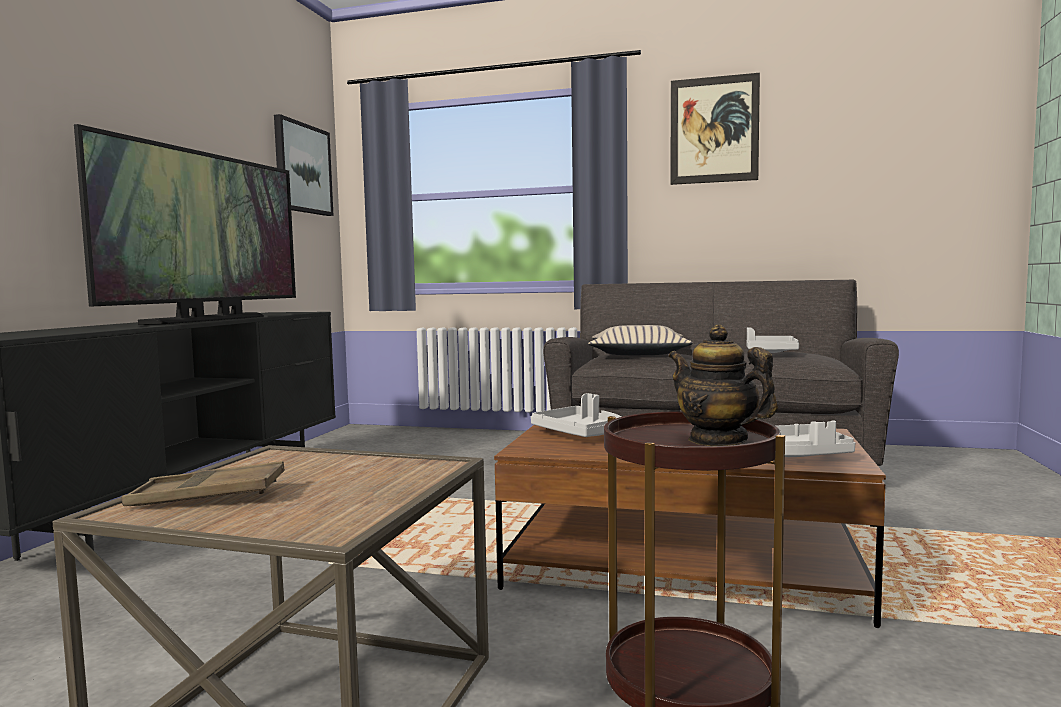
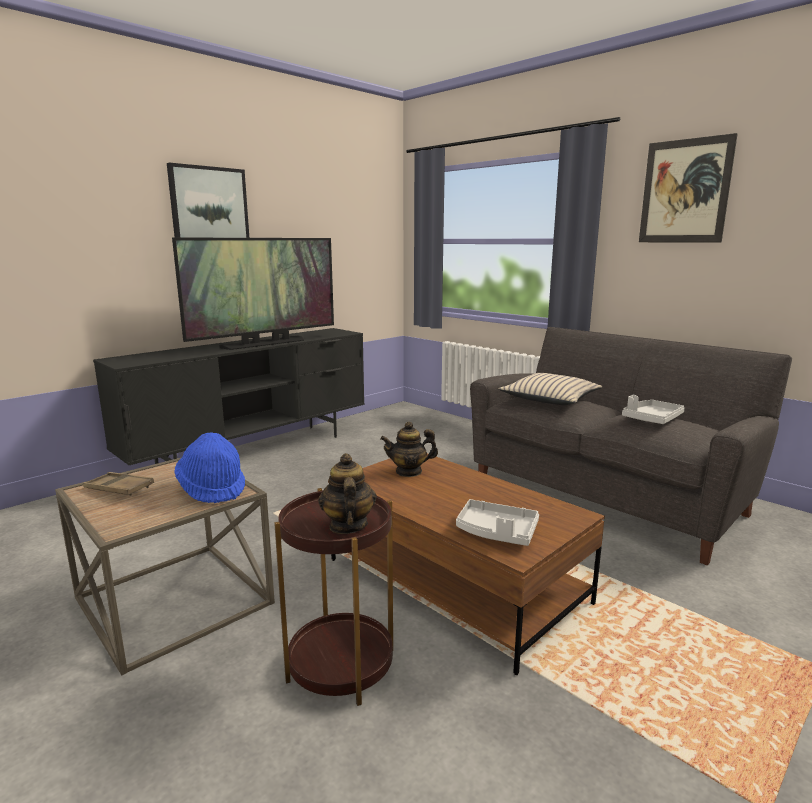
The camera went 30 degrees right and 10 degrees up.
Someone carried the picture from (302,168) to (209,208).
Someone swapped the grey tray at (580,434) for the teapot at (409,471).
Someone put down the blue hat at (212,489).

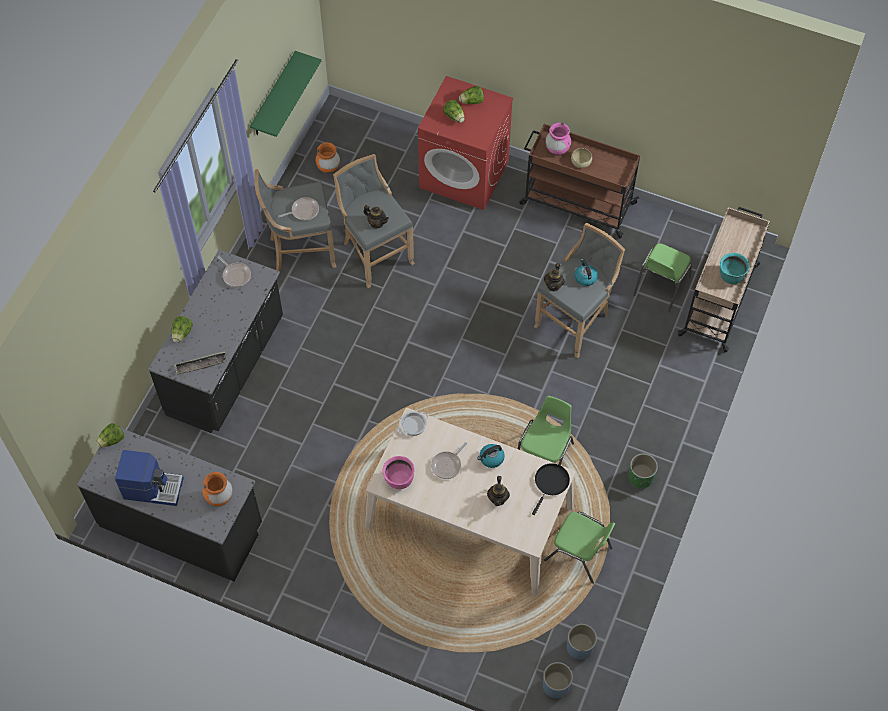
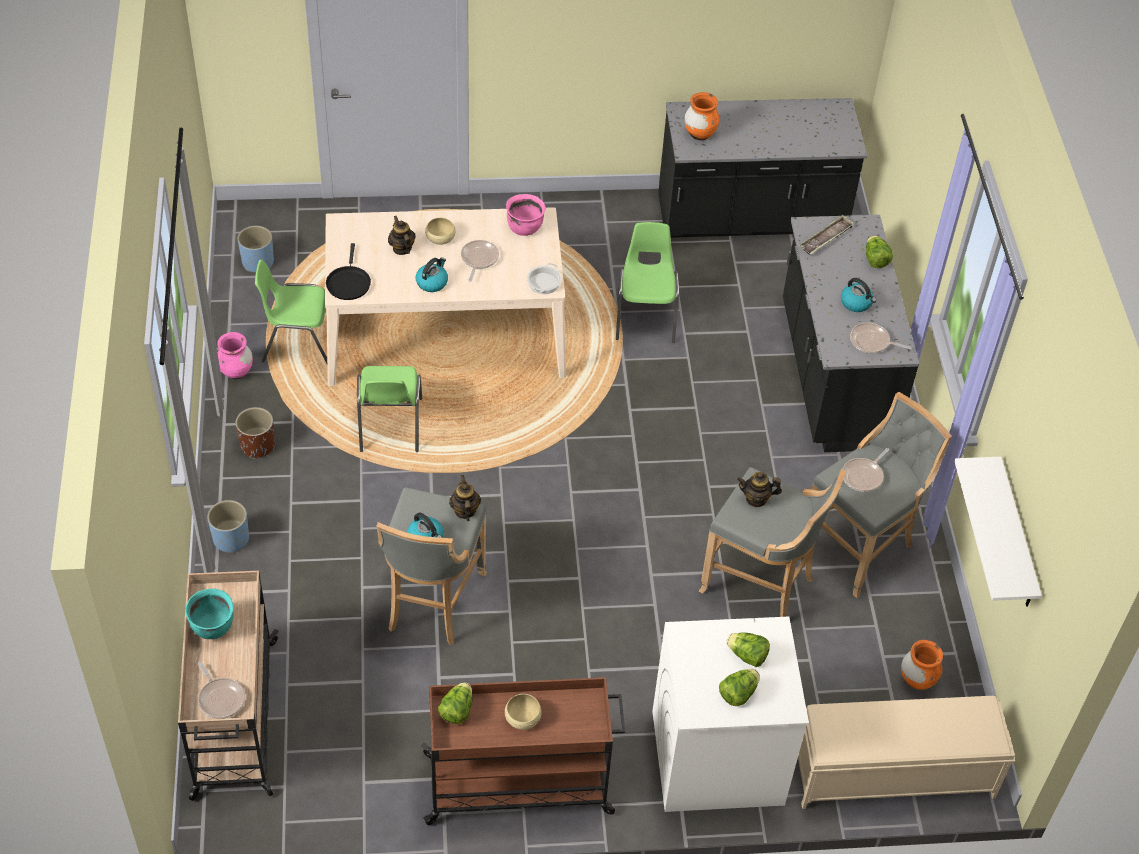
The camera went 150 degrees right and 10 degrees down.
Someone repainted the green shelf at (273,96), which became the white shelf at (1016,536).
Someone repainted the red washing machine at (465,174), which became the white washing machine at (716,758).
Someone carried the pink vase from (557,150) to (236,372).
Someone carried the green chair from (660,286) to (645,316).
Someone carried the lettuce from (112,440) to (457,710).
Someone took away the coffee machine at (153,487).
Someone repainted the green planter at (640,477), which became the brown planter at (257,446).
Someone carried the blue planter from (556,685) to (231,539).
Someone put down the beige bowl at (440,237).
Someone put down the kettle at (856,303).
Someone put down the frying pan at (220,698).
Someone put down the beige bench at (891,774).

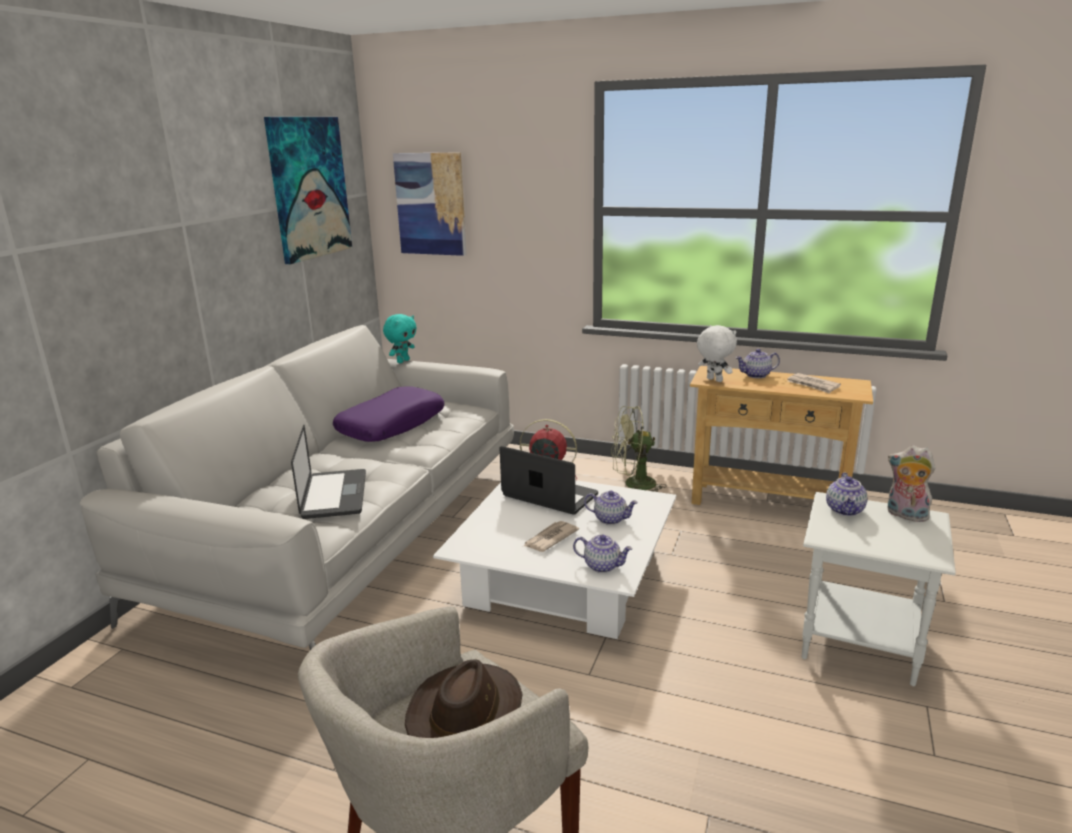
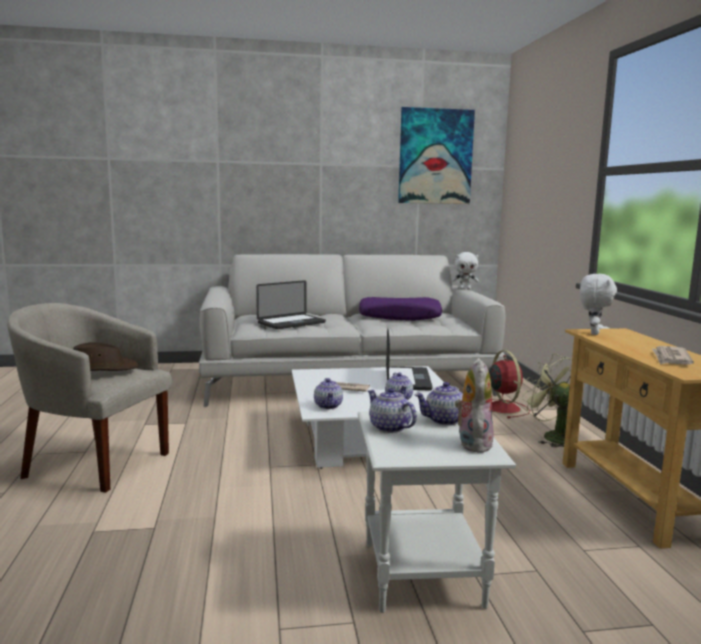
The camera went 60 degrees right and 10 degrees down.
Someone took away the picture at (430,204).
Someone repainted the turquoise plush toy at (402,361), which became the white plush toy at (465,289).
Someone carried the teapot from (756,375) to (389,427).

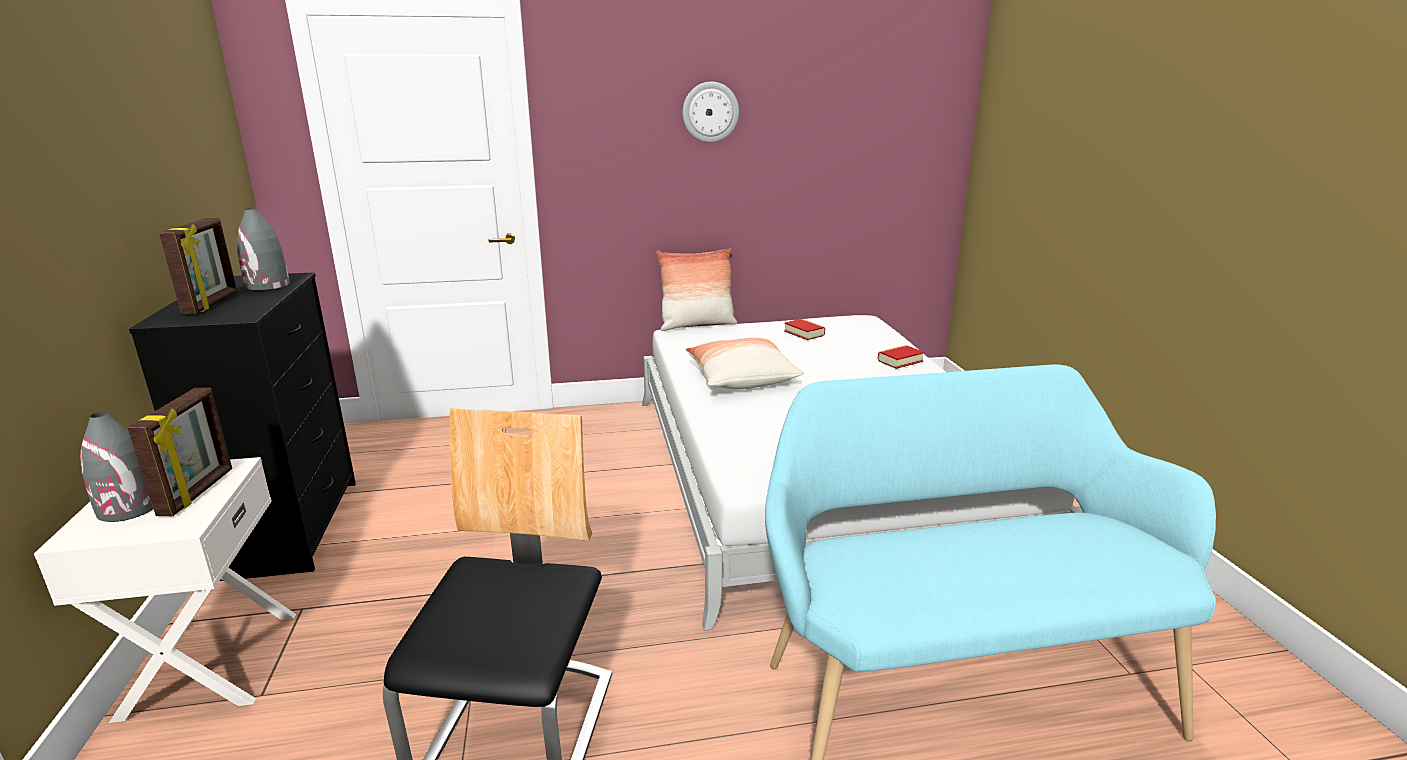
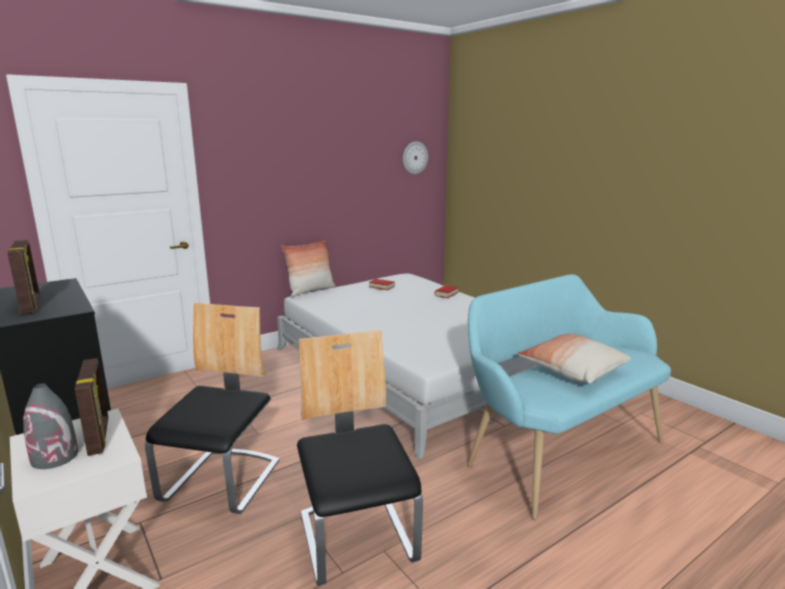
The camera went 25 degrees left and 5 degrees down.
Someone carried the wall clock from (710,112) to (414,157).
Someone took away the grey vase at (267,285).
Someone carried the pillow from (740,379) to (572,371).
Someone put down the chair at (223,481).

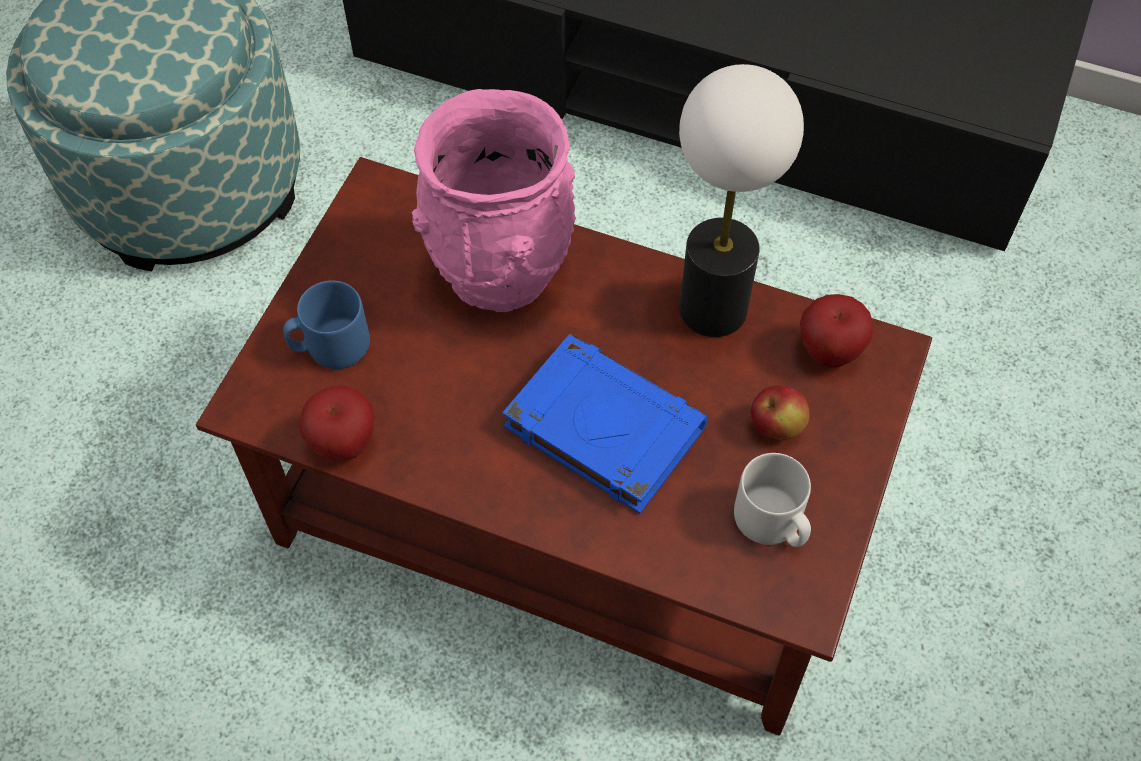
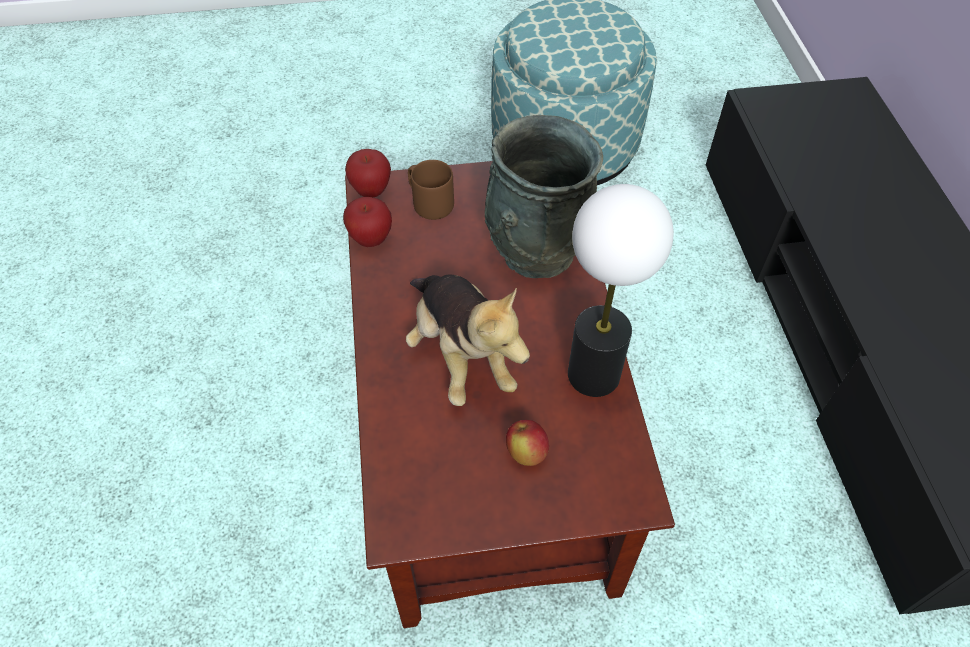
The camera went 60 degrees right and 5 degrees down.
Someone repainted the pink vase at (500,273), which became the grey vase at (535,253).
Someone repainted the blue mug at (330,346), which became the brown mug at (430,203).
Someone carried the apple from (829,352) to (371,191).
Someone swapped the blue book at (602,427) for the plush toy at (460,354).
Someone took away the grey mug at (772,523).

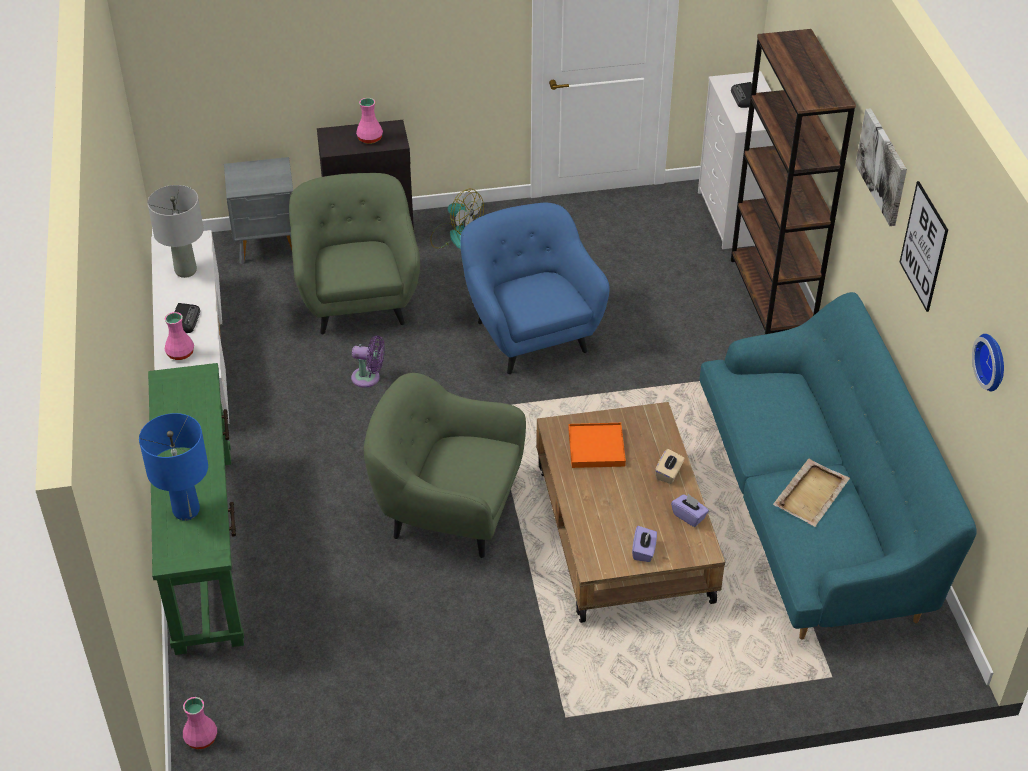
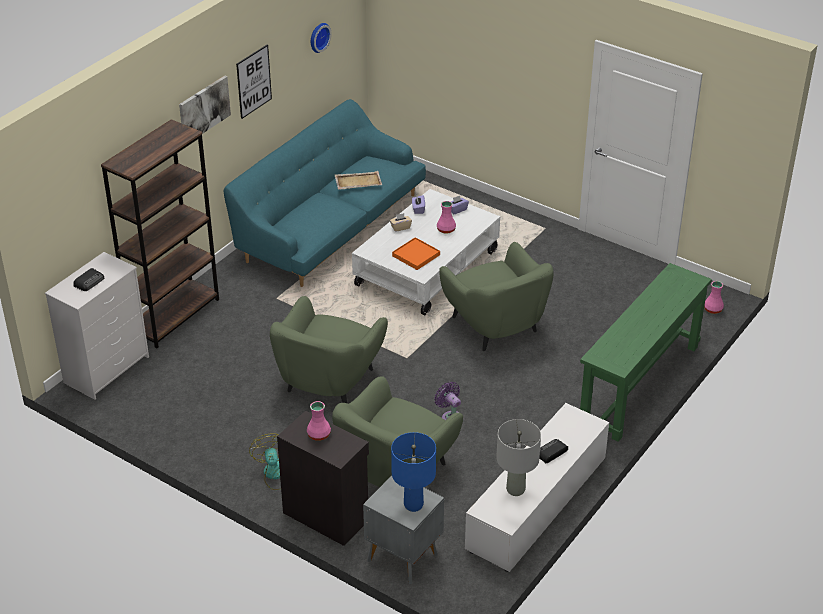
The camera went 135 degrees left and 5 degrees down.
Someone repainted the blue armchair at (530,334), which became the green armchair at (329,382).
Someone carried the pink vase from (179,353) to (446,230).
Someone repainted the brown coffee table at (624,533), which became the white coffee table at (426,268).
Someone carried the blue table lamp from (186,511) to (413,505).

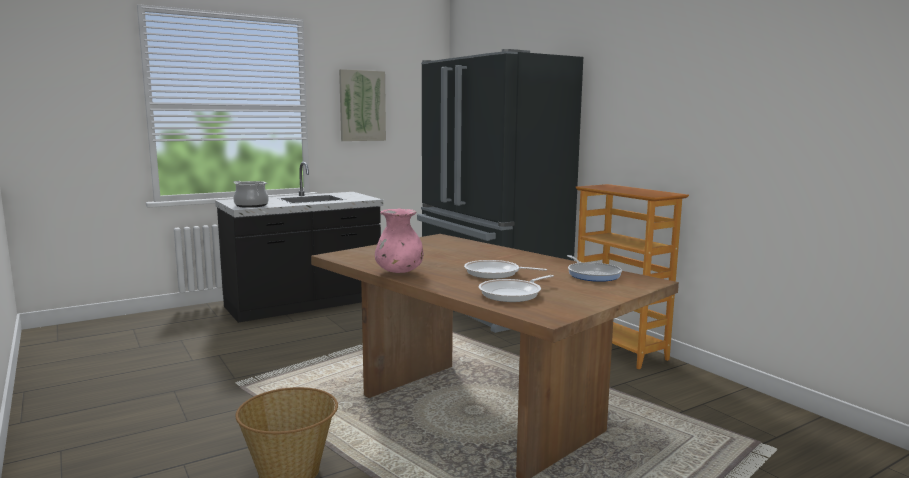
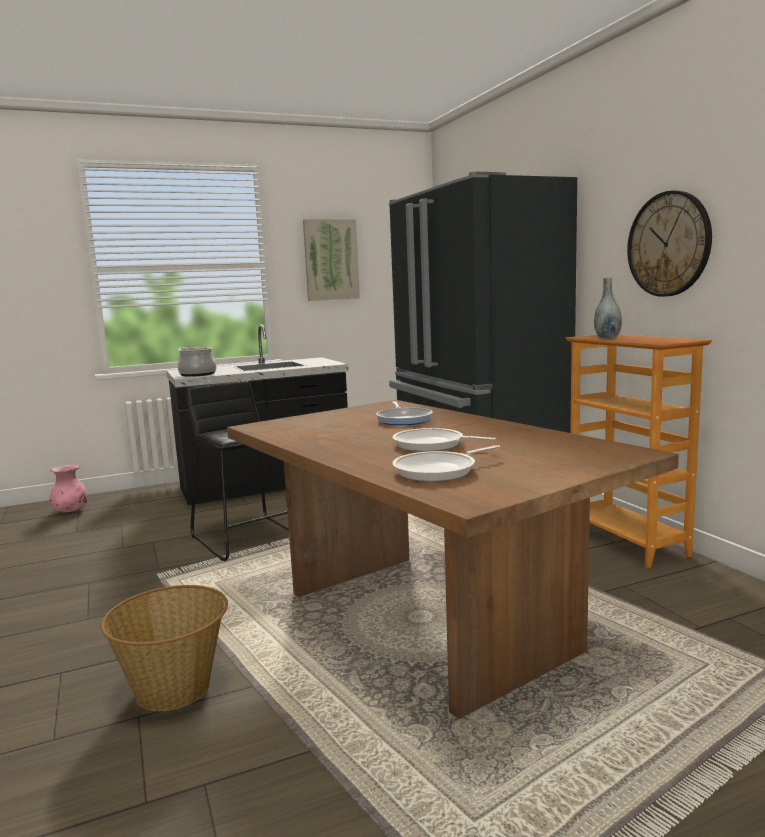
The camera went 10 degrees right and 0 degrees up.
Someone carried the pink vase from (399,272) to (70,511).
Someone carried the frying pan from (592,274) to (404,419).
Someone put up the wall clock at (669,244).
Someone put down the grey vase at (607,338).
Someone put down the black stool at (248,537).

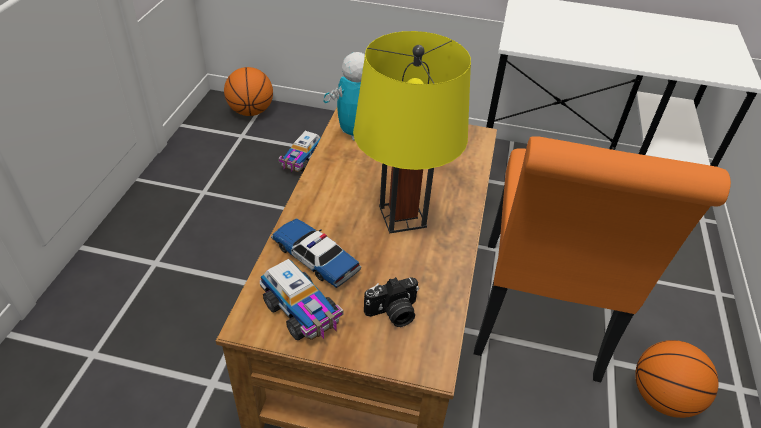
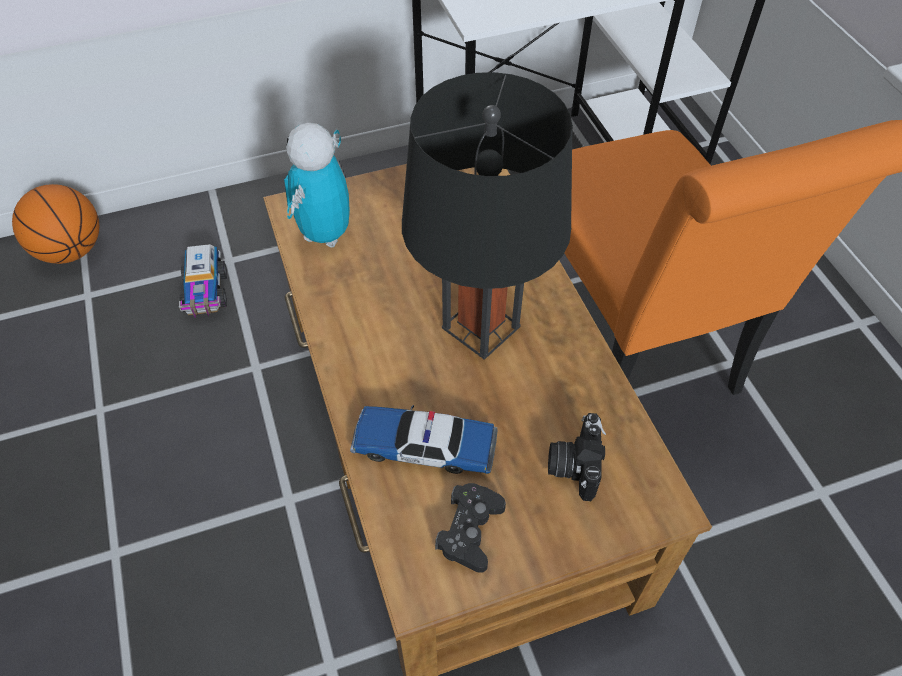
The camera went 30 degrees left and 10 degrees up.
Someone repainted the yellow table lamp at (402,216), which became the black table lamp at (480,327).
Someone swapped the toy truck at (302,312) for the black game controller at (470,530).
Someone rotated the photo camera at (393,313) by 150 degrees clockwise.
Someone took away the basketball at (662,397).

